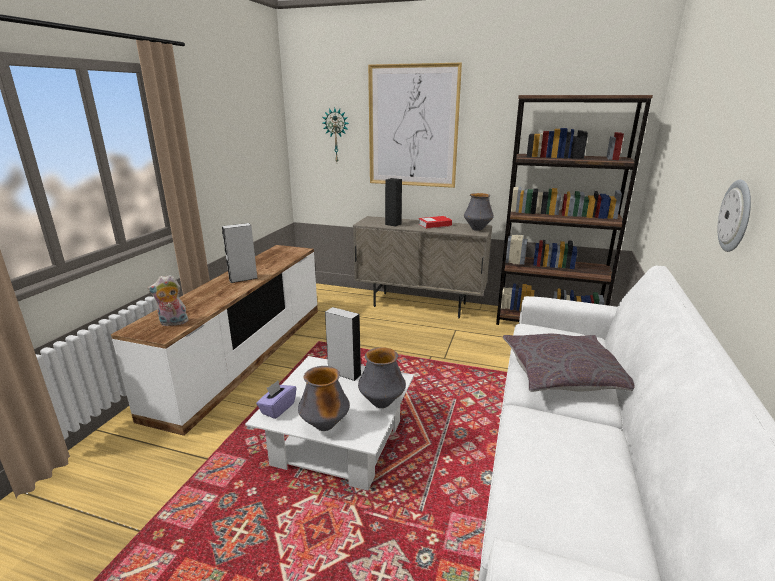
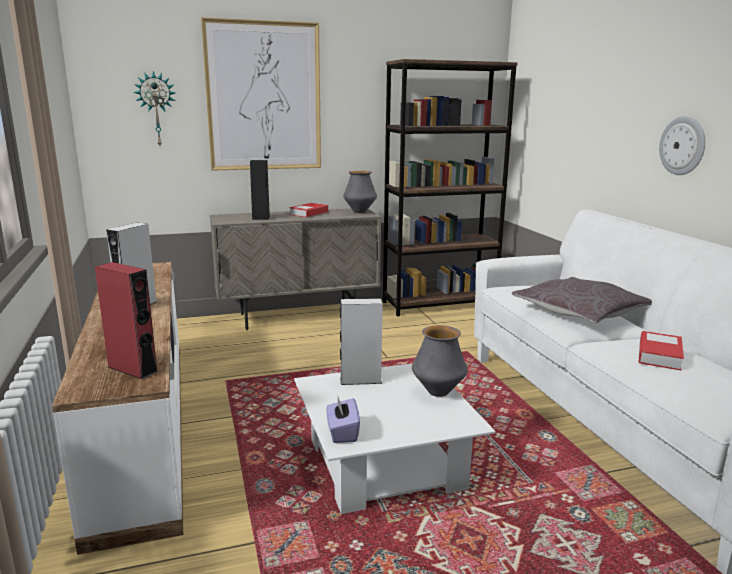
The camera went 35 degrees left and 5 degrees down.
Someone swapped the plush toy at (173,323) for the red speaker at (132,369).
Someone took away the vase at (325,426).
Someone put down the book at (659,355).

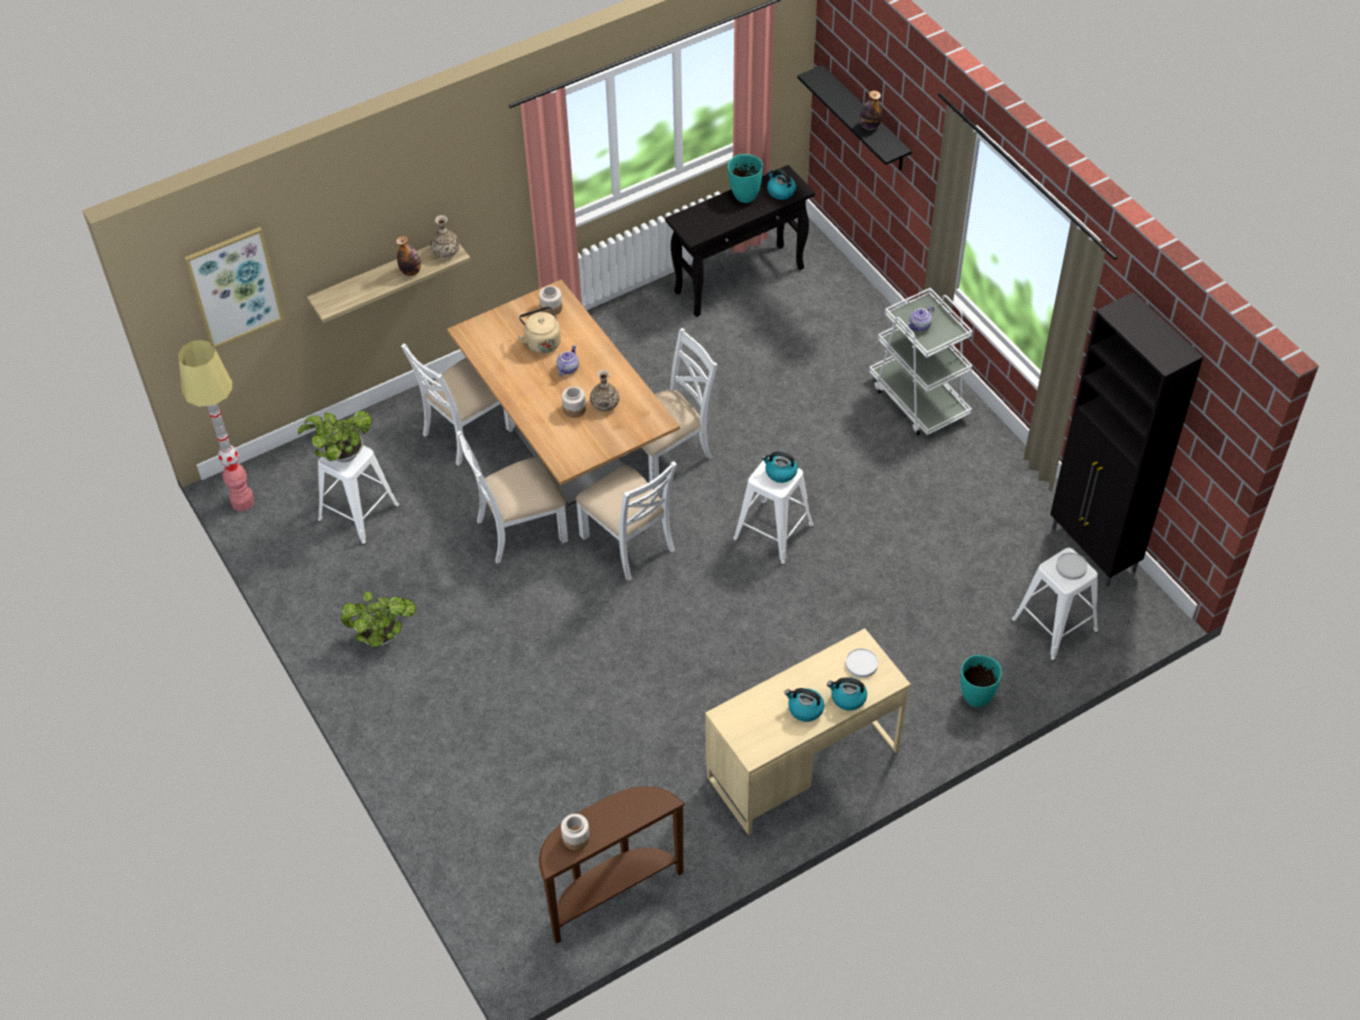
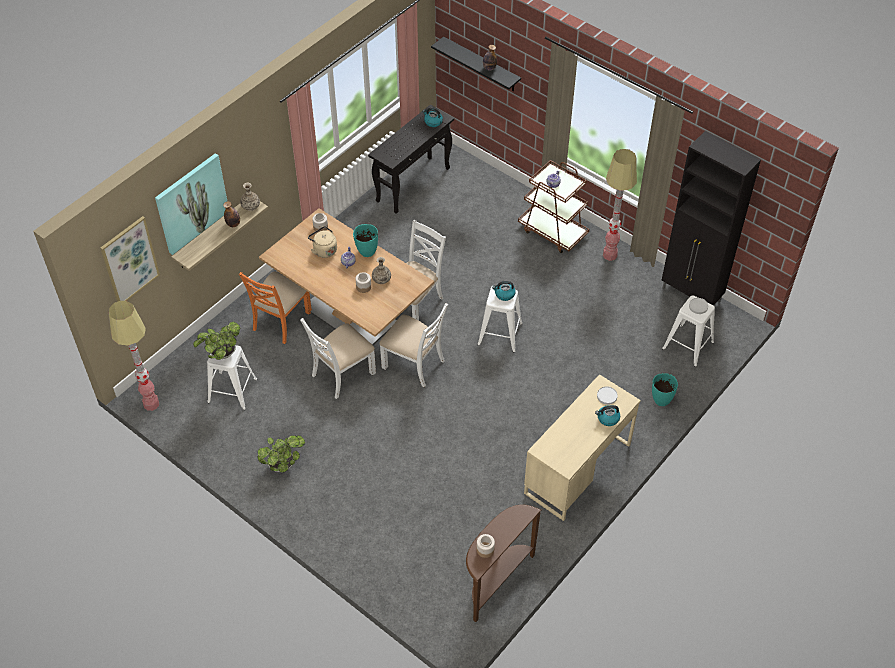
The camera went 20 degrees left and 0 degrees up.
Someone carried the turquoise vase from (744,196) to (367,252).
Someone repainted the white cart at (918,400), which became the brown cart at (553,231).
Someone repainted the white chair at (467,431), which became the orange chair at (281,321).
Someone took away the kettle at (805,709).
Someone put down the floor lamp at (609,255).
Someone put up the picture at (191,203).

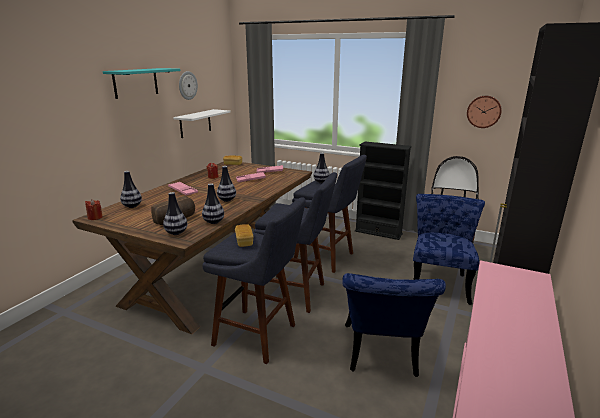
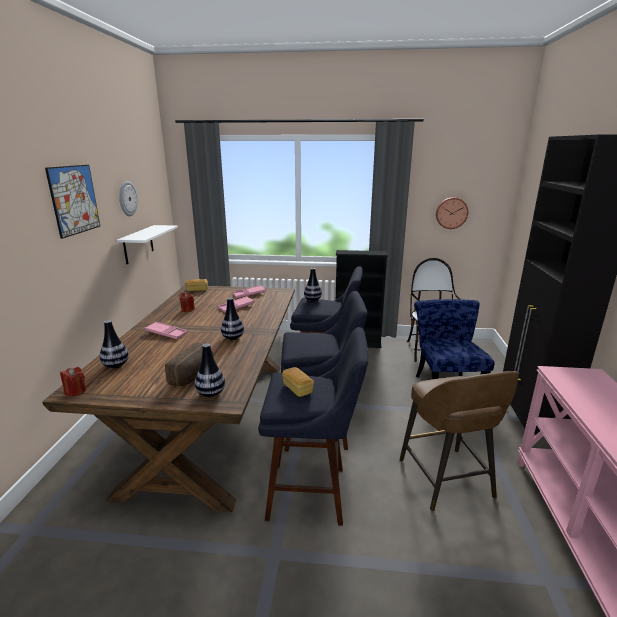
The camera went 20 degrees left and 0 degrees up.
Someone swapped the turquoise shelf at (135,83) for the picture at (74,200).
Someone took away the vase at (214,222).
Someone swapped the blue chair at (381,355) for the brown stool at (446,480).

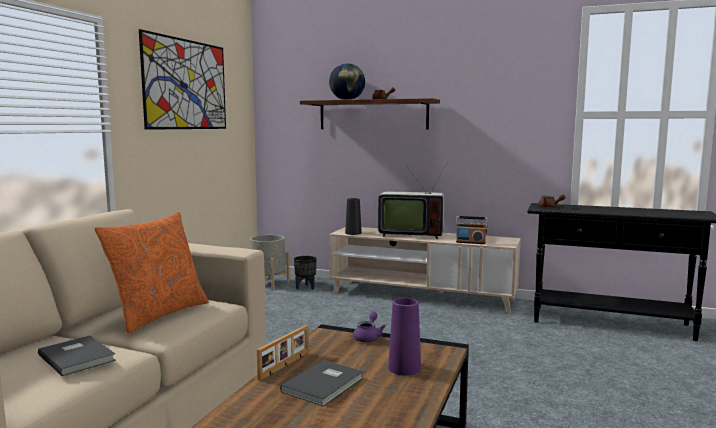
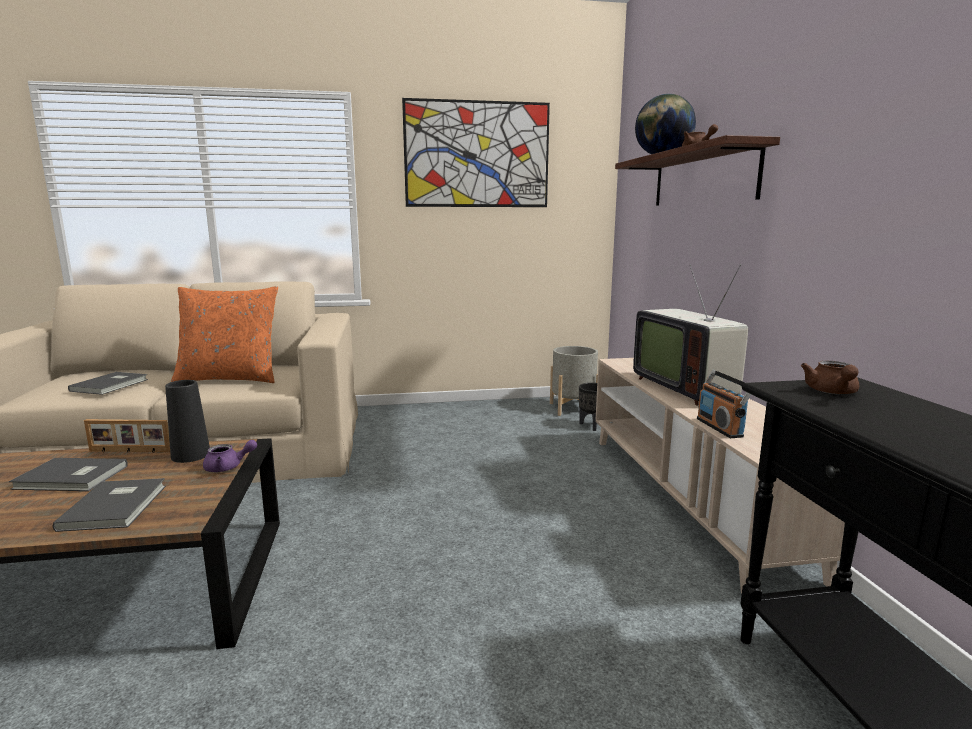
The camera went 60 degrees right and 5 degrees up.
Someone carried the black vase from (353,233) to (191,455).
Someone swapped the purple vase at (404,368) for the grey book at (117,506).

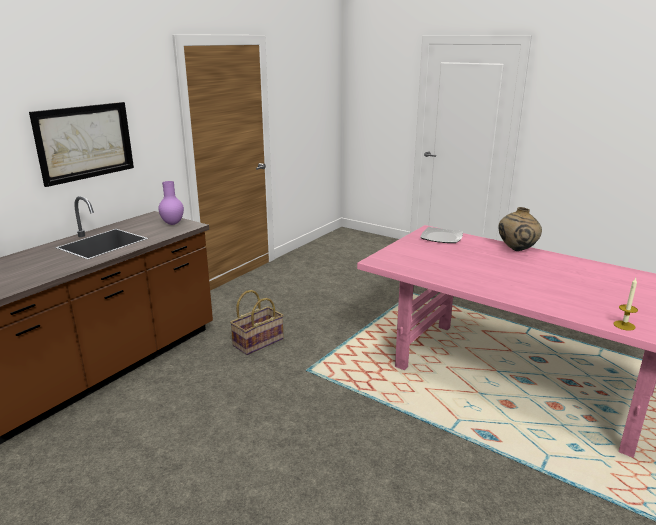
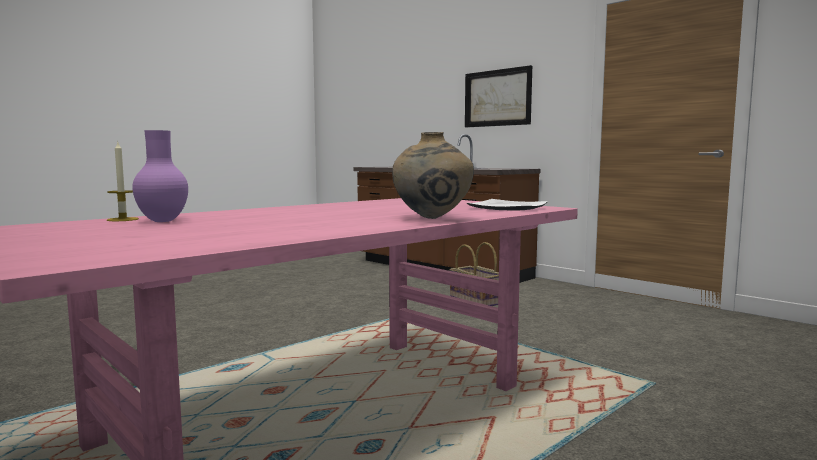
The camera went 100 degrees right and 15 degrees down.
Someone carried the purple vase from (172,223) to (163,221).

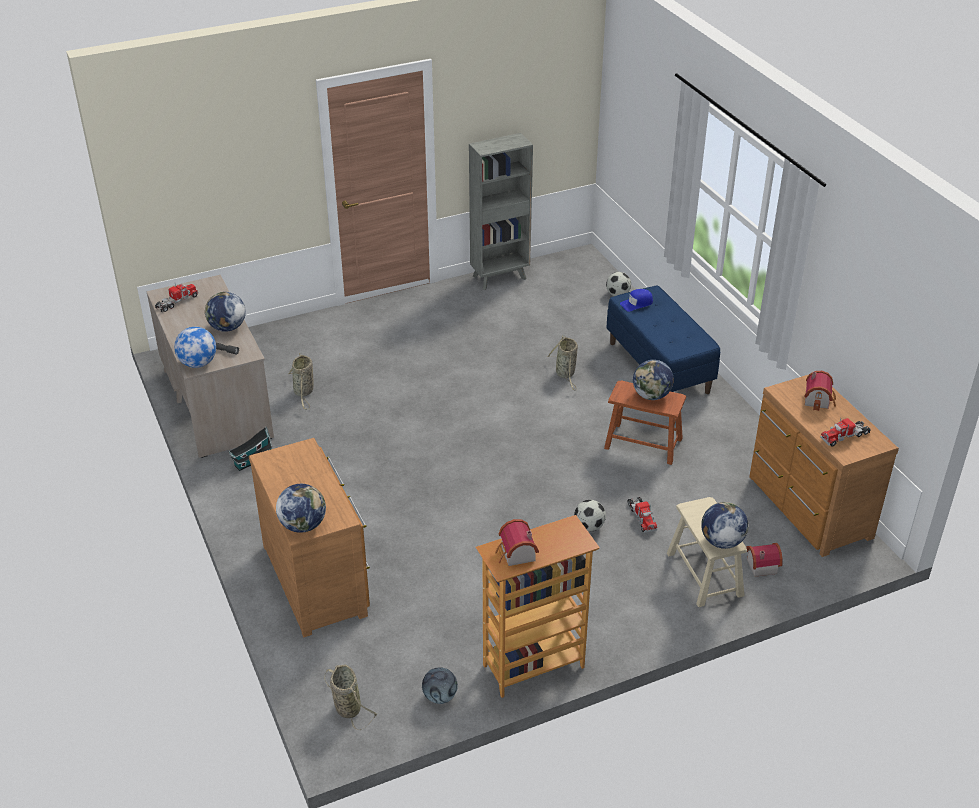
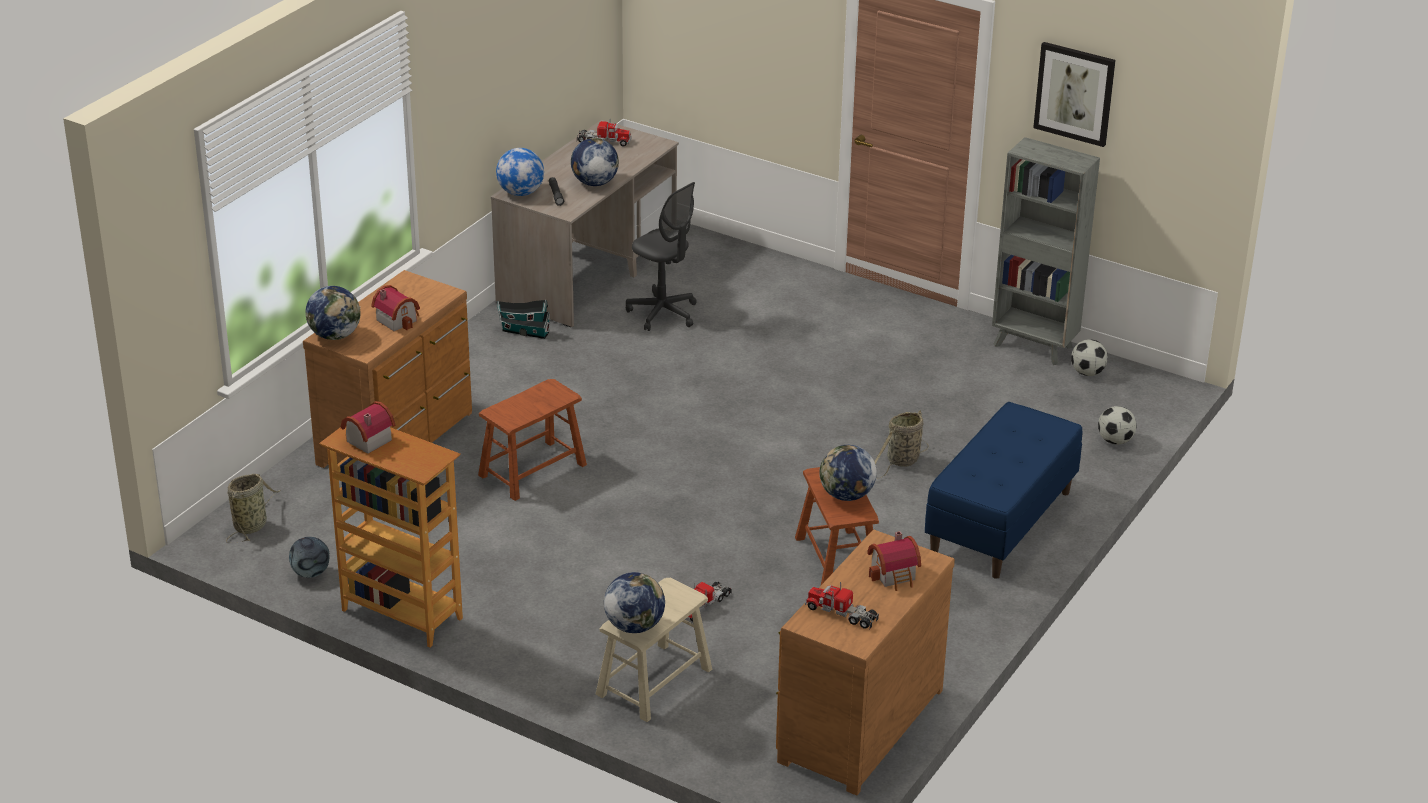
The camera went 55 degrees right and 5 degrees down.
Someone took away the blue cap at (636,303).
Someone swapped the basket at (304,392) for the grey office chair at (663,313).
Someone carried the football from (589,526) to (1087,372).
Someone carried the toy house from (760,565) to (398,319).
Someone put up the picture at (1074,93).
Someone put down the brown stool at (532,470).

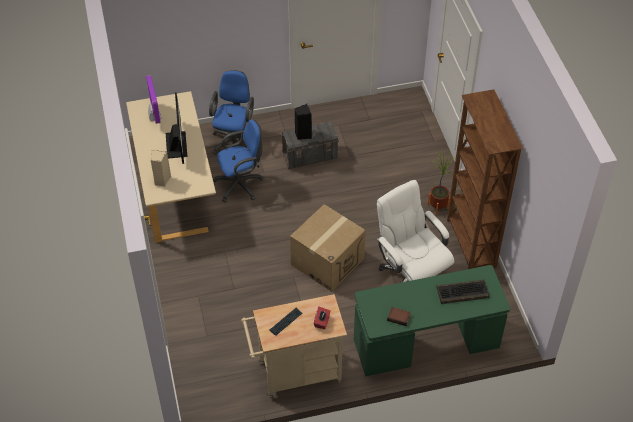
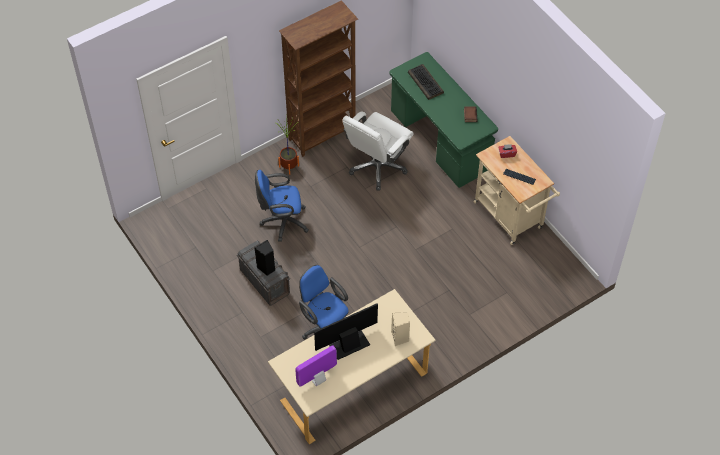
The camera went 110 degrees left and 5 degrees up.
Someone carried the blue office chair from (234,140) to (282,222).
Someone took away the cardboard box at (327,261).

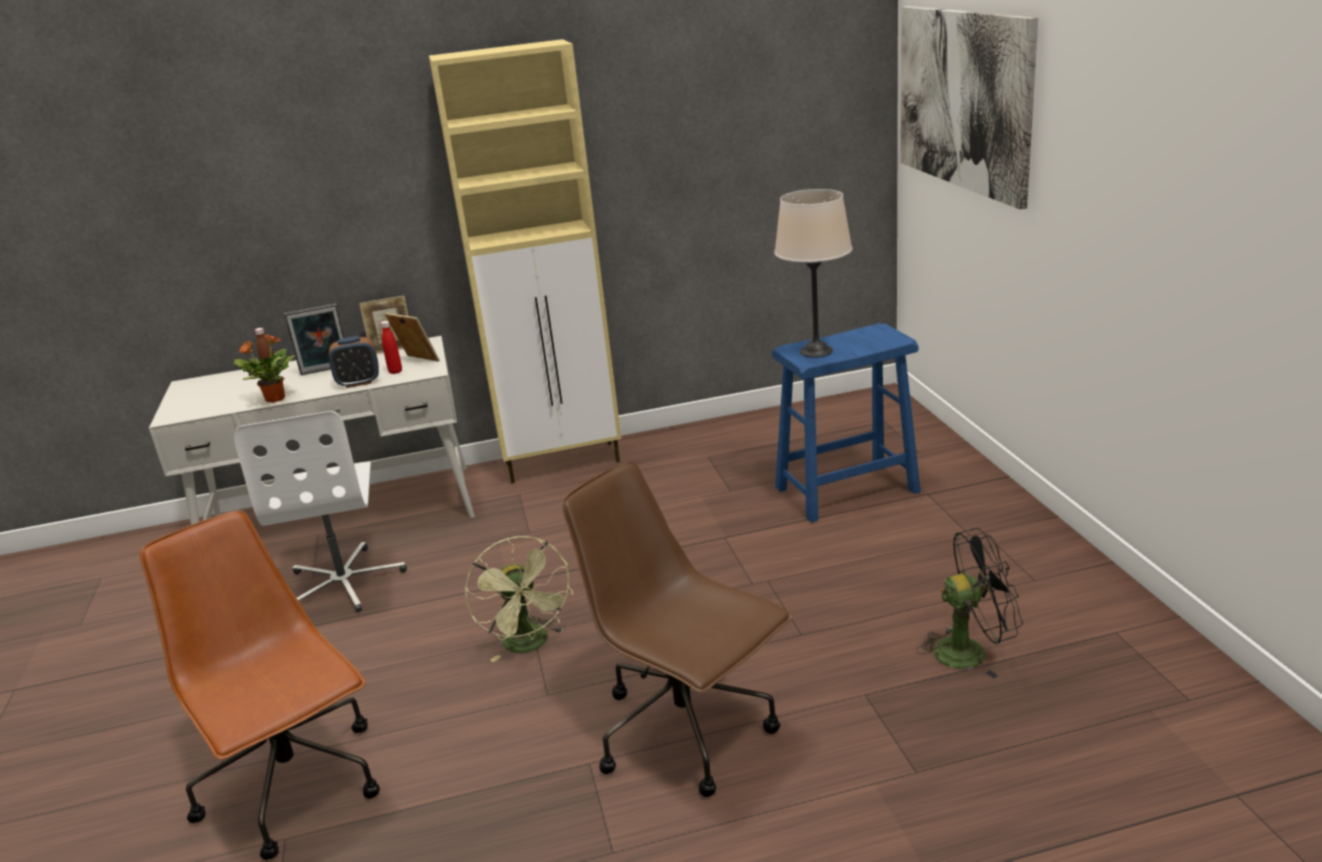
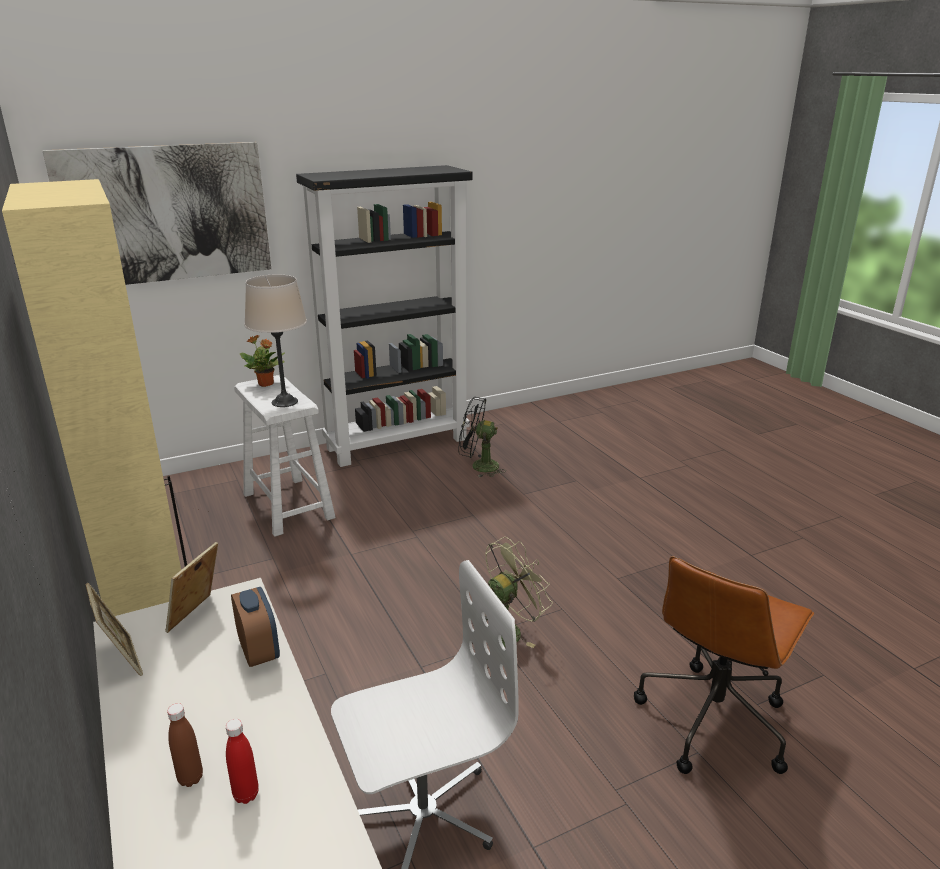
The camera went 105 degrees left and 0 degrees up.
Someone took away the picture frame at (326,370).
Someone carried the red bottle from (395,371) to (246,795).
Someone repainted the blue stool at (845,490), which became the white stool at (288,506).
Someone carried the potted plant from (274,399) to (266,384).
Someone took away the brown office chair at (688,732).
Someone rotated the black fan at (970,650) by 60 degrees counterclockwise.
Someone put down the black bookcase at (398,443).

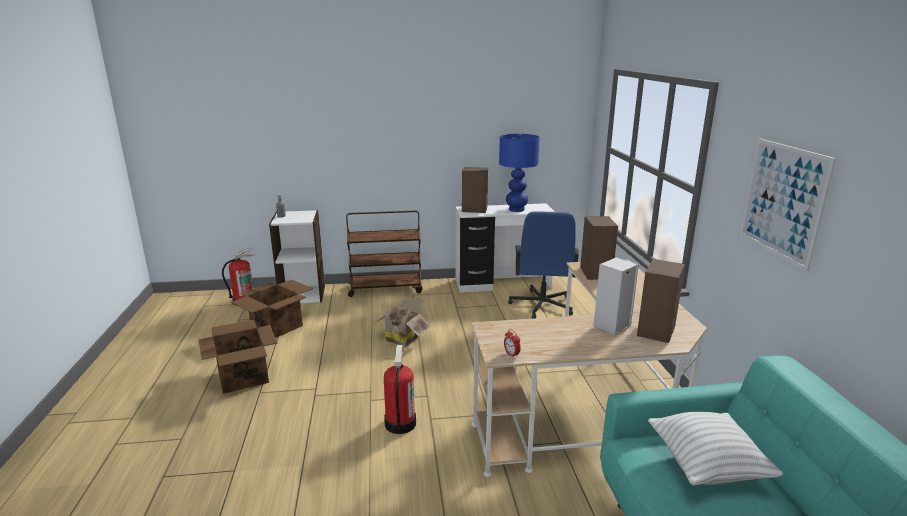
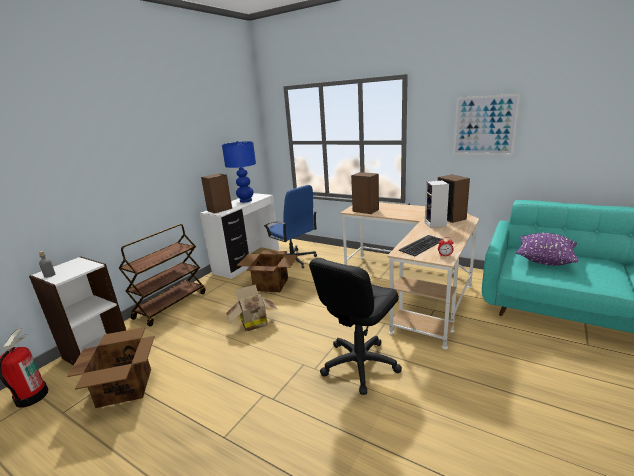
The camera went 50 degrees left and 0 degrees up.
Someone carried the cardboard box from (243,376) to (270,284).
Someone swapped the fire extinguisher at (399,423) for the black office chair at (359,364).
Someone repainted the white pillow at (707,467), which became the purple pillow at (544,260).
Someone put down the keyboard at (422,246).

